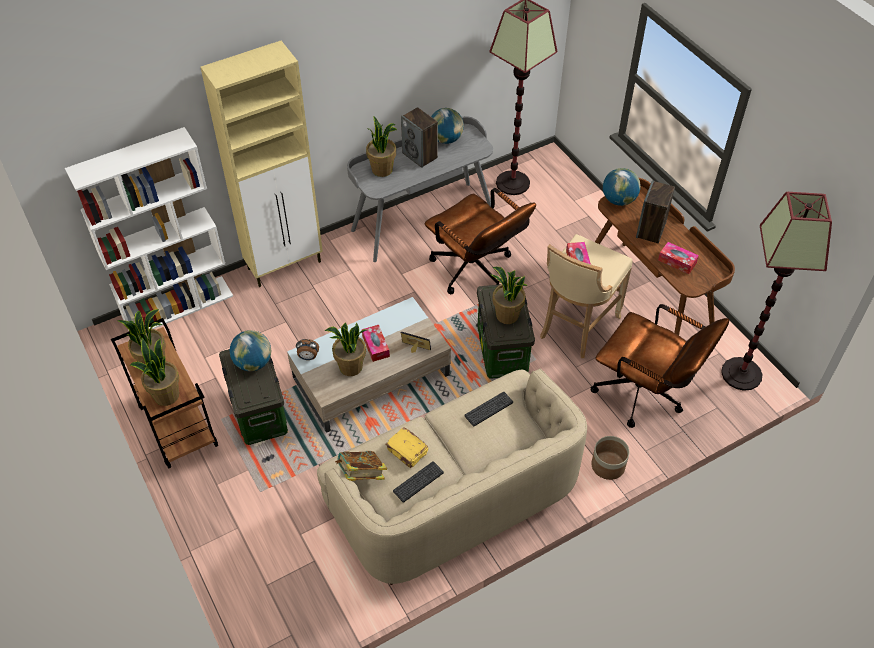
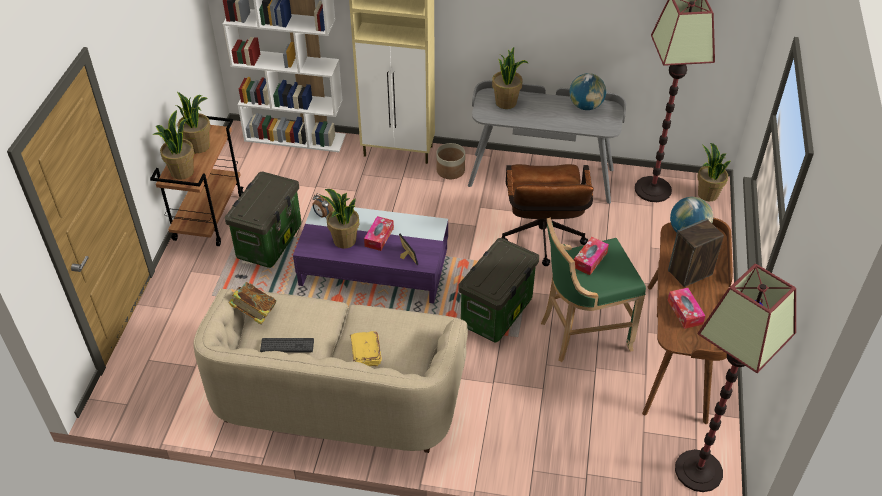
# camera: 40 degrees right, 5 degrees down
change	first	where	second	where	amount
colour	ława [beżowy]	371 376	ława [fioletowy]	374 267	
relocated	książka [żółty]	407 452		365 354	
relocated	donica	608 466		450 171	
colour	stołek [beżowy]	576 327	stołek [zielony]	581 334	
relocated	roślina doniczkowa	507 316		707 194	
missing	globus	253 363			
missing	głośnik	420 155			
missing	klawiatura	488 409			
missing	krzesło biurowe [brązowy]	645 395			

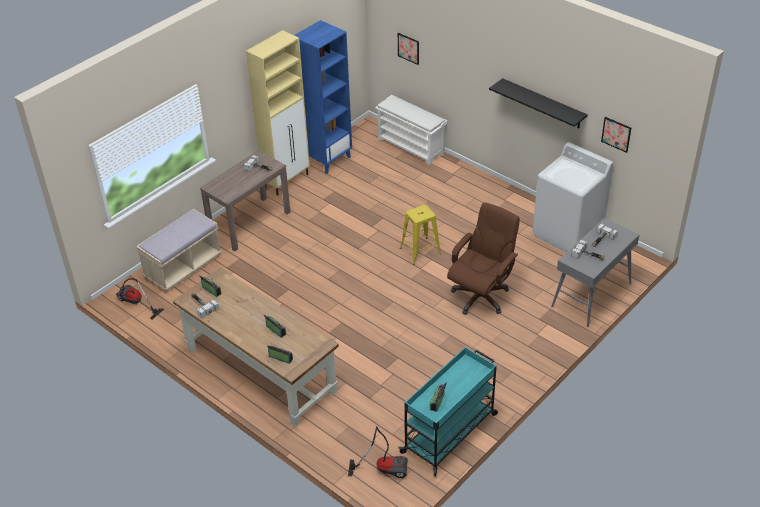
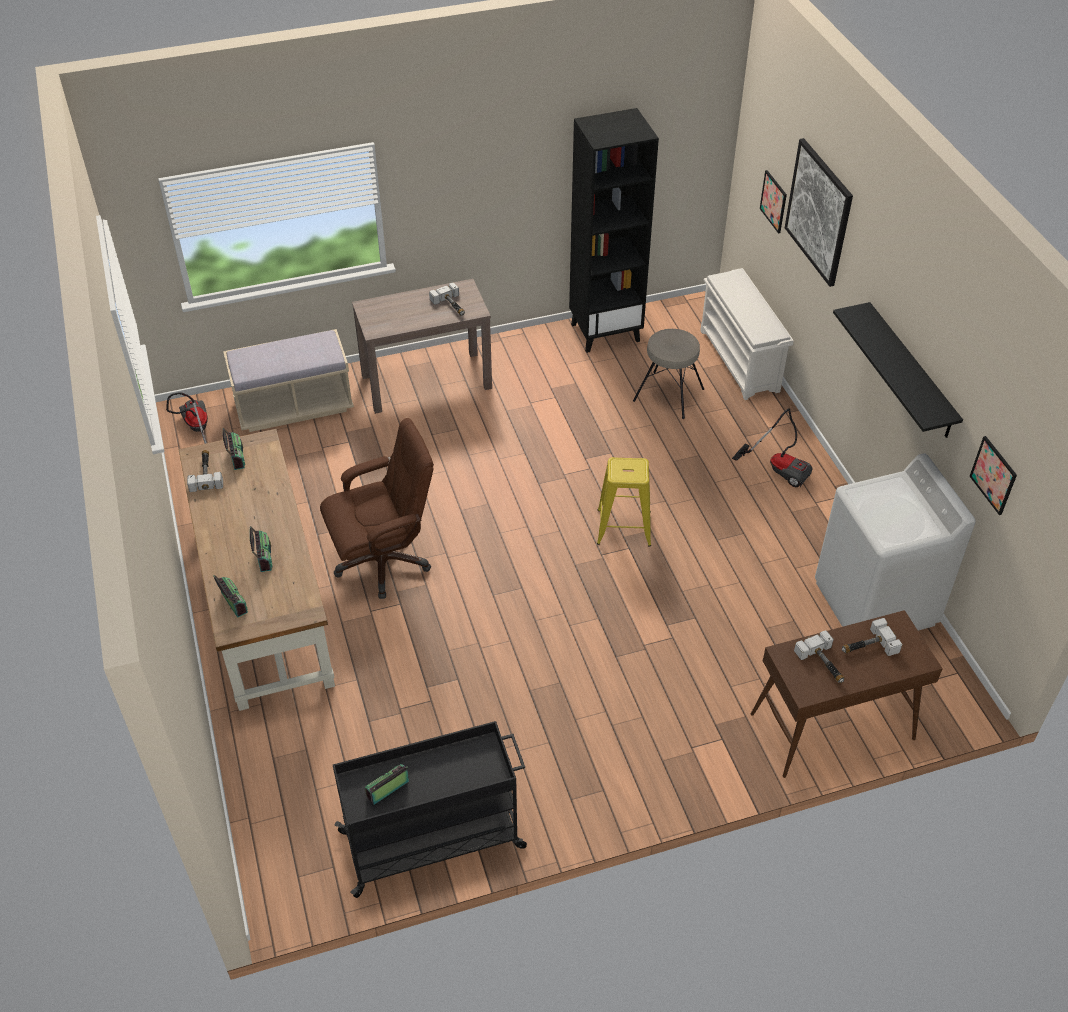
# camera: 30 degrees right, 5 degrees up
change	first	where	second	where	amount
relocated	krzesło biurowe [brązowy]	480 296		384 561	
colour	wózek [turkusowy]	450 432	wózek [czarny]	434 839	
colour	regał [niebieski]	328 159	regał [czarny]	605 332	
appeared			stołek [beżowy]	668 394	
relocated	odkurzacz	383 468		779 468	
colour	stolik konsolowy [szary]	591 295	stolik konsolowy [brązowy]	831 727	
appeared			obraz	819 212	
missing	szafka [beżowy]	287 181			

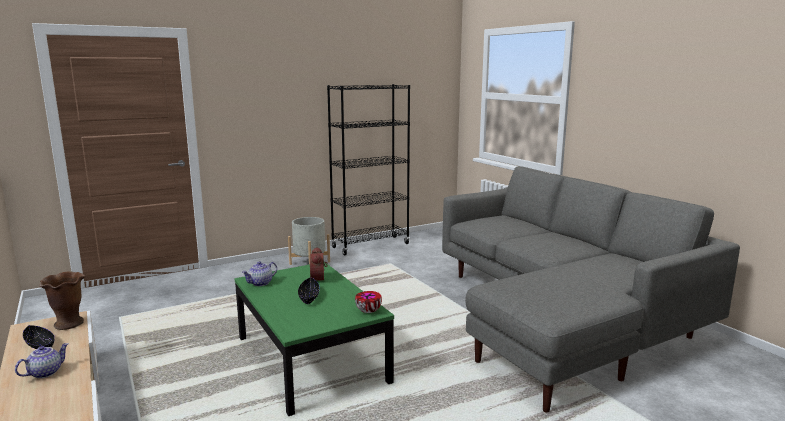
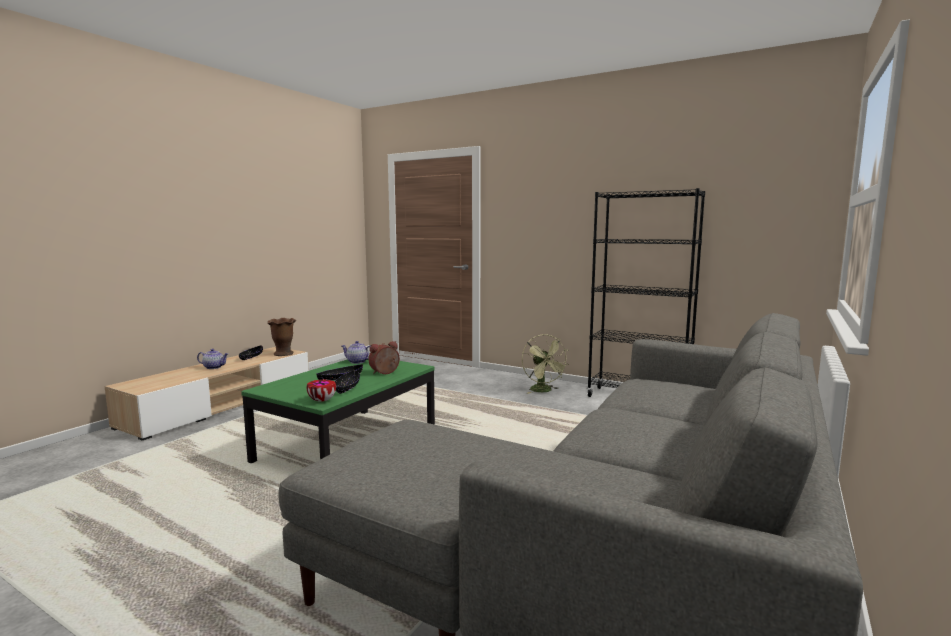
# camera: 60 degrees right, 5 degrees down
change	first	where	second	where	amount
appeared			miska [czarny]	347 388	
exchanged	donica [szary]	309 263	wentylator [zielony]	544 391	

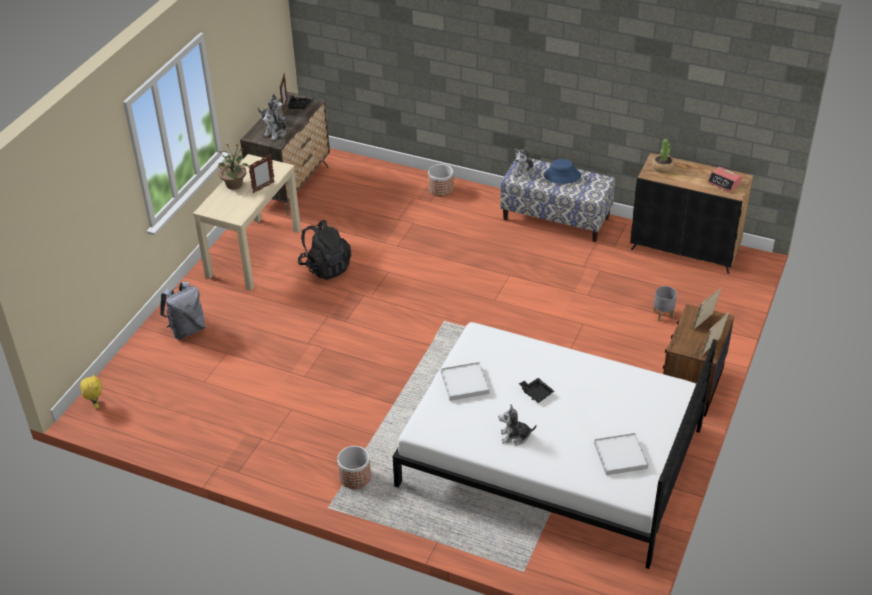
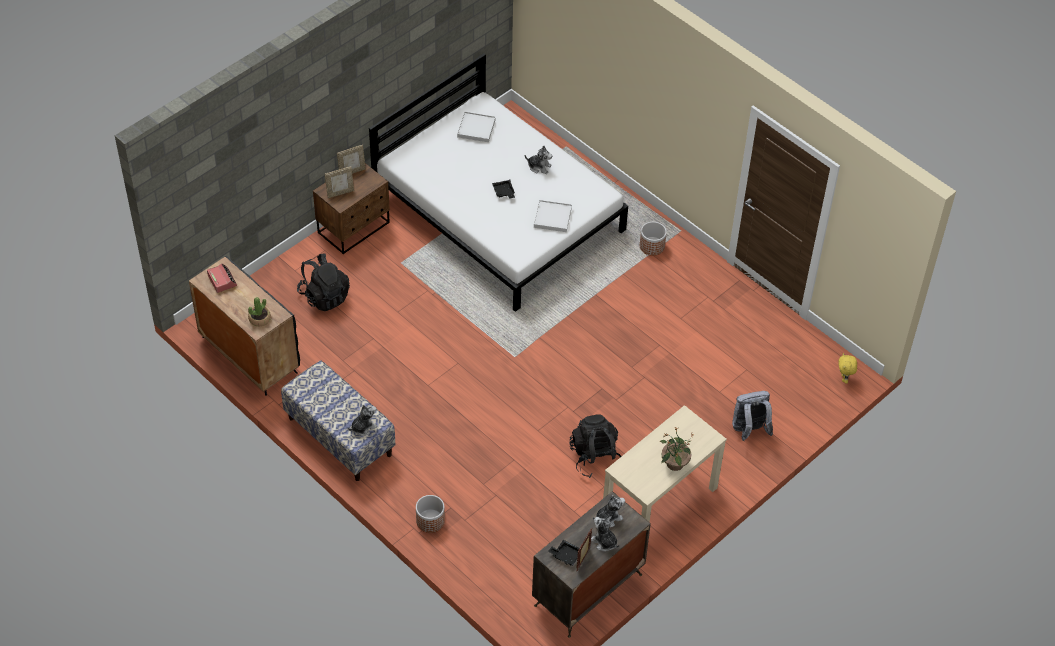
# camera: 160 degrees left, 10 degrees up
change	first	where	second	where	amount
exchanged	donica [szary]	663 315	plecak [czarny]	324 296	
missing	ramka na zdjęcie	263 188			
missing	kapelusz [niebieski]	562 175			

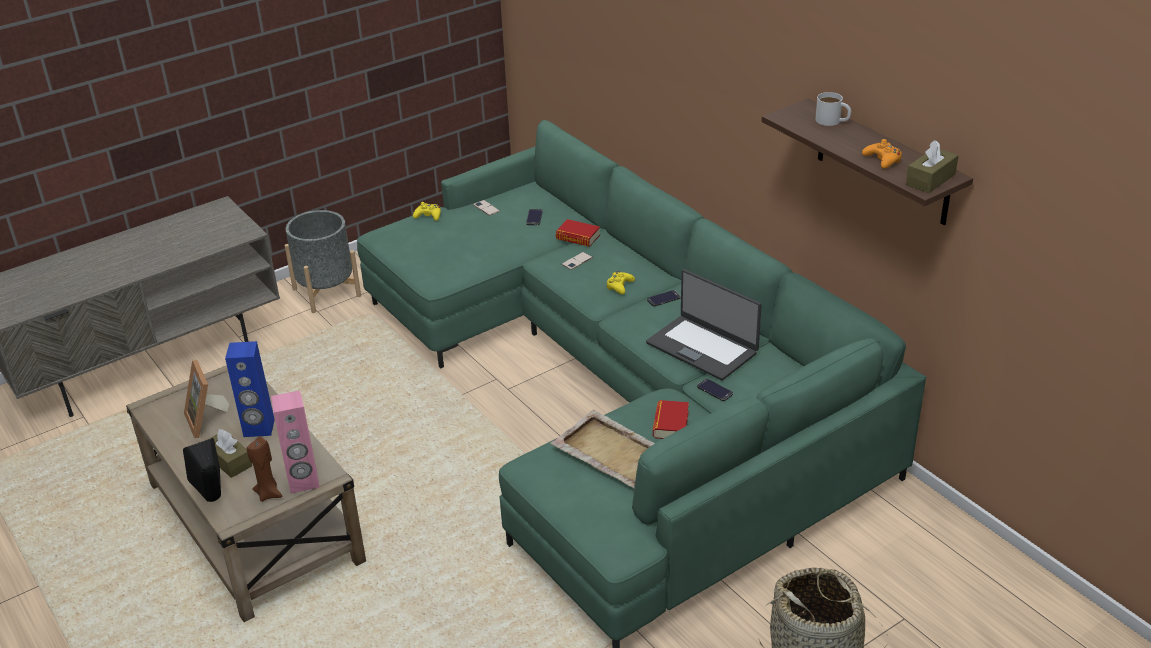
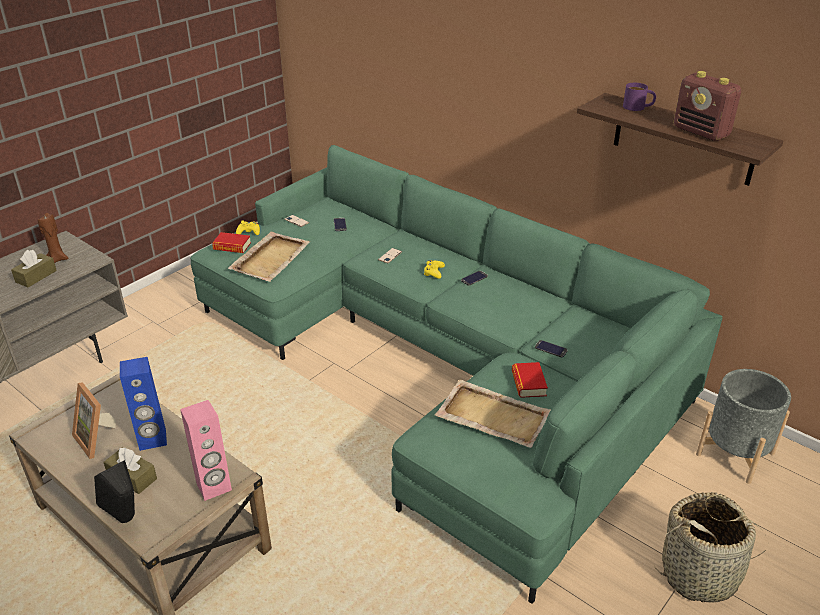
# camera: 15 degrees left, 0 degrees up
change	first	where	second	where	amount
relocated	pudełko chusteczek [brązowy]	930 179		36 276	
relocated	świeca [brązowy]	268 493		58 259	
relocated	książka	578 237		232 246	
appeared			taca [beżowy]	271 258	
colour	kubek [biały]	832 121	kubek [fioletowy]	638 107	
exchanged	pad do gier [pomarańczowy]	882 160	radio	701 132	
relocated	donica [szary]	326 292		735 454	
missing	laptop	702 347			

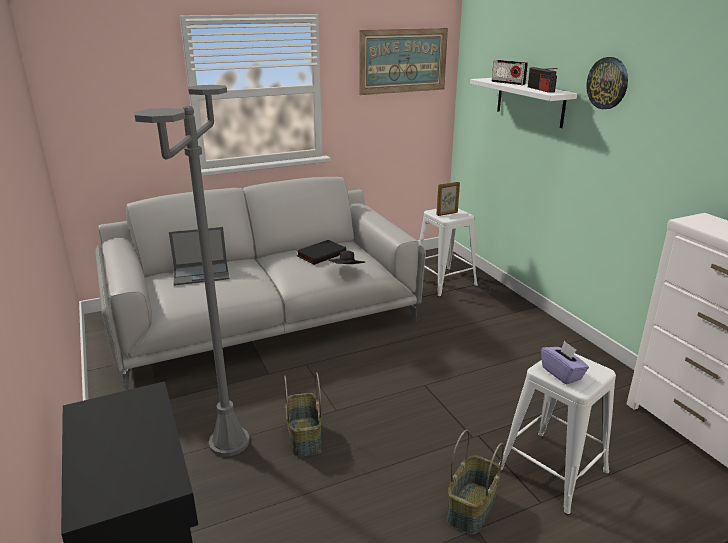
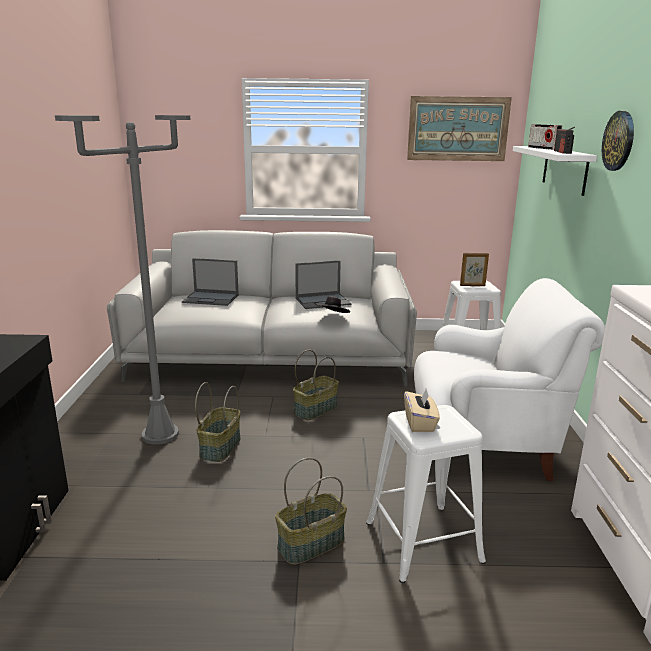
# camera: 25 degrees right, 5 degrees down
change	first	where	second	where	amount
appeared			koszyk	315 409	
exchanged	książka [czarny]	321 254	laptop	323 301	
colour	pudełko chusteczek [fioletowy]	562 373	pudełko chusteczek [beżowy]	420 423	
appeared			fotel [biały]	486 446	

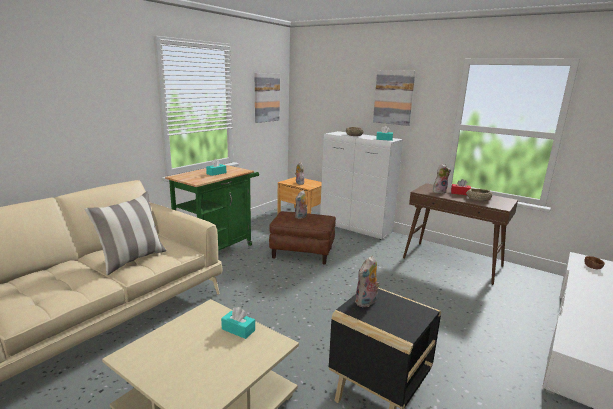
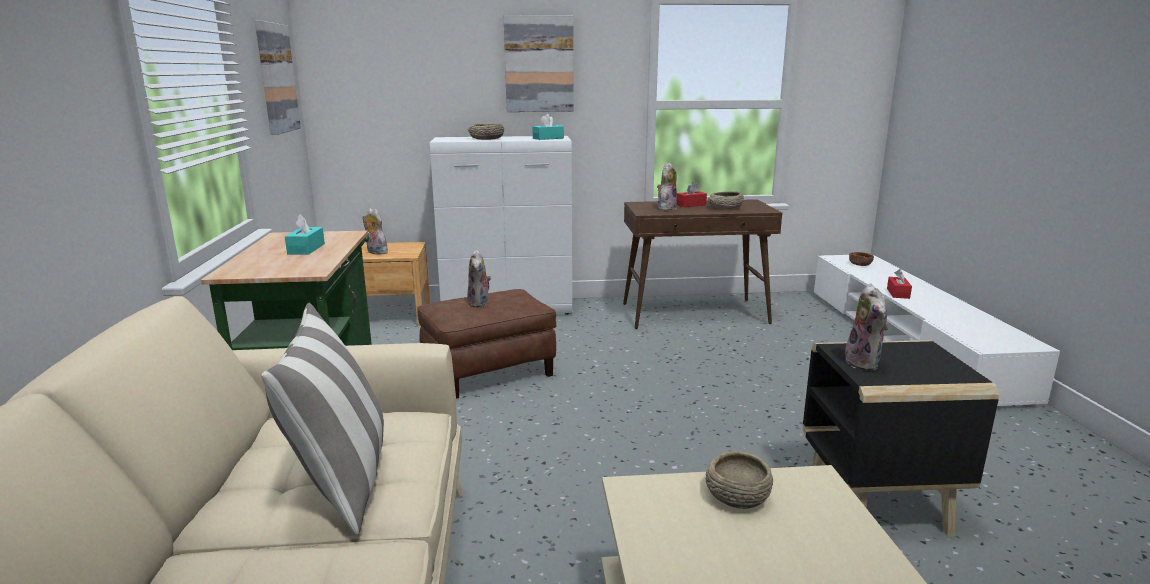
# camera: 40 degrees left, 0 degrees up
change	first	where	second	where	amount
exchanged	pudełko chusteczek [turkusowy]	238 330	miska [beżowy]	737 494	
appeared			pudełko chusteczek [czerwony]	898 293	

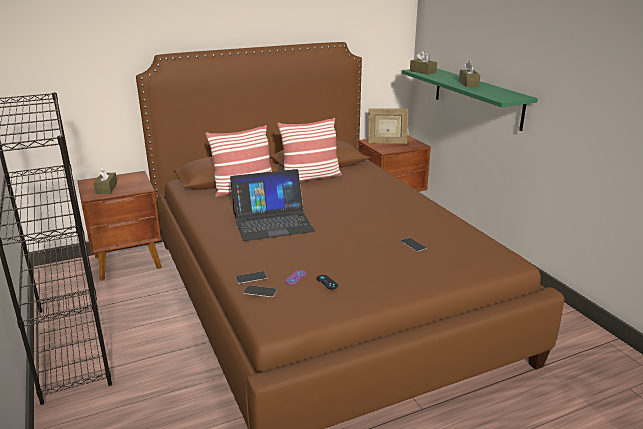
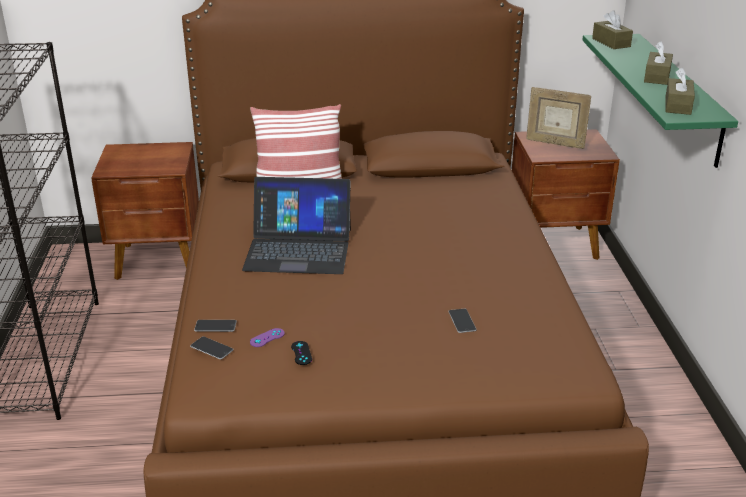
# camera: 20 degrees right, 5 degrees up
change	first	where	second	where	amount
relocated	pudełko chusteczek [brązowy]	106 188		678 105	
missing	poduszka	311 178			

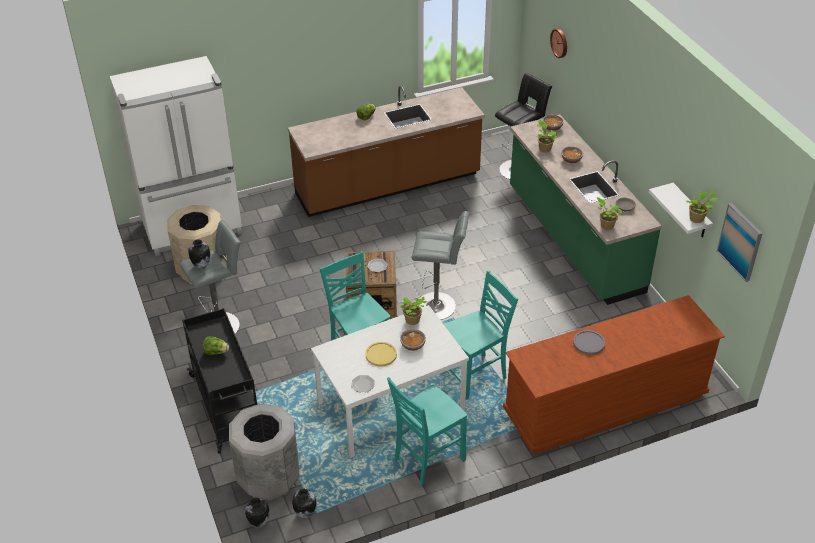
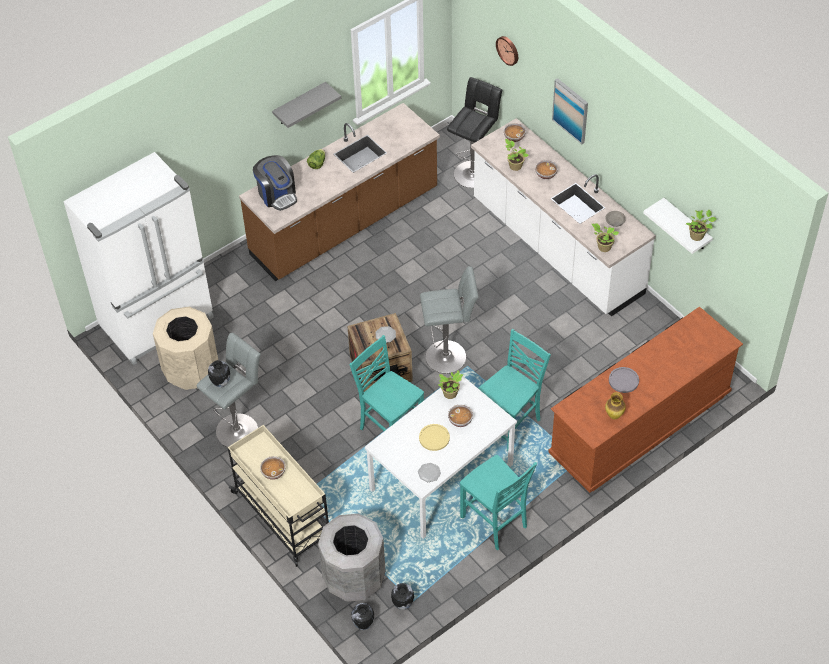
# camera: 15 degrees left, 10 degrees up
change	first	where	second	where	amount
colour	wózek [czarny]	227 407	wózek [beżowy]	284 517	
appeared			ekspres do kawy	277 194	
exchanged	sałata	216 352	miska	273 472	
appeared			półka [szary]	299 104	
spun	krzesło [turkusowy]	427 459		495 522	75 degrees counterclockwise
colour	zabudowa kuchenna [zielony]	573 239	zabudowa kuchenna [biały]	556 247	
relocated	obraz	740 241		571 110	
appeared			wazon	613 416	

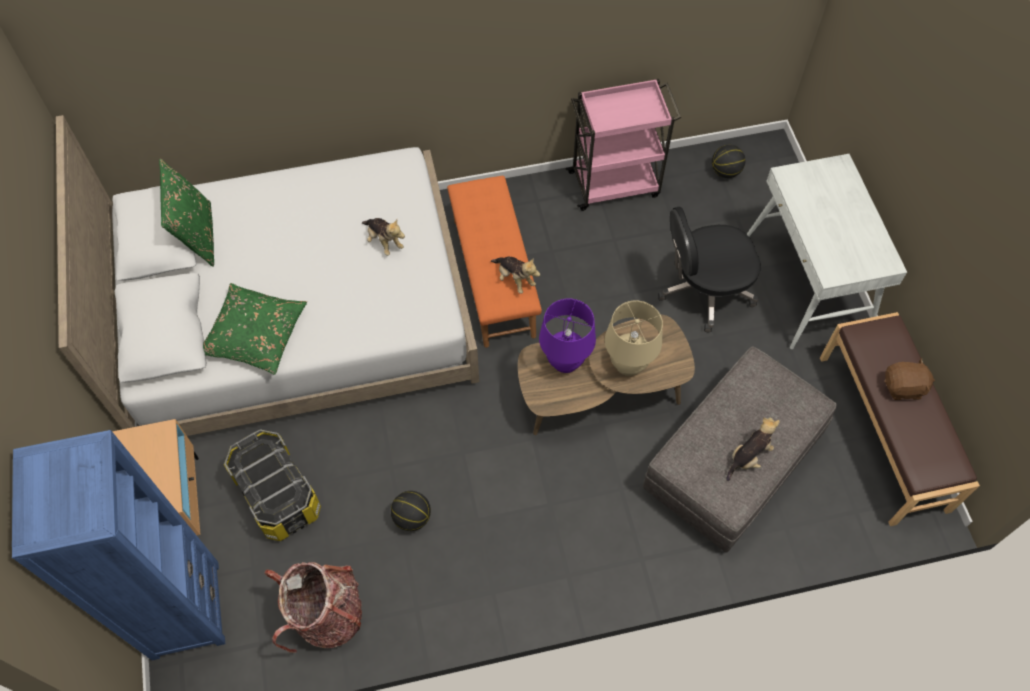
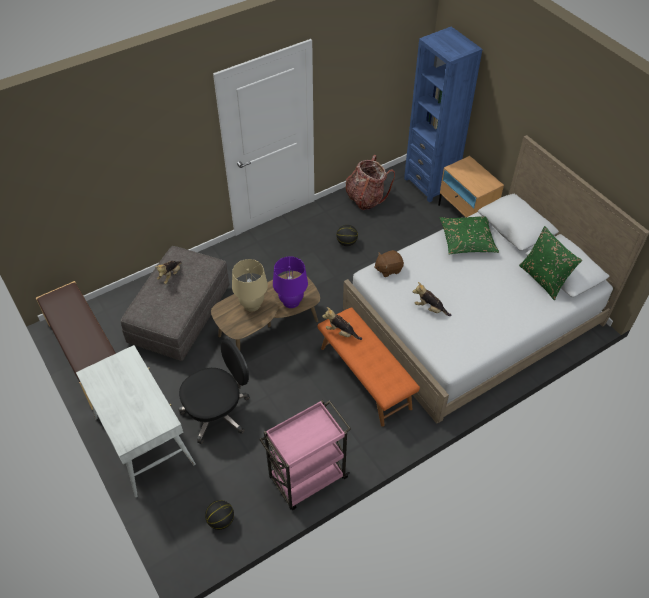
# camera: 160 degrees right, 10 degrees down
change	first	where	second	where	amount
relocated	pluszak [brązowy]	903 387		388 269	
missing	pojemnik do przechowywania	277 494			

